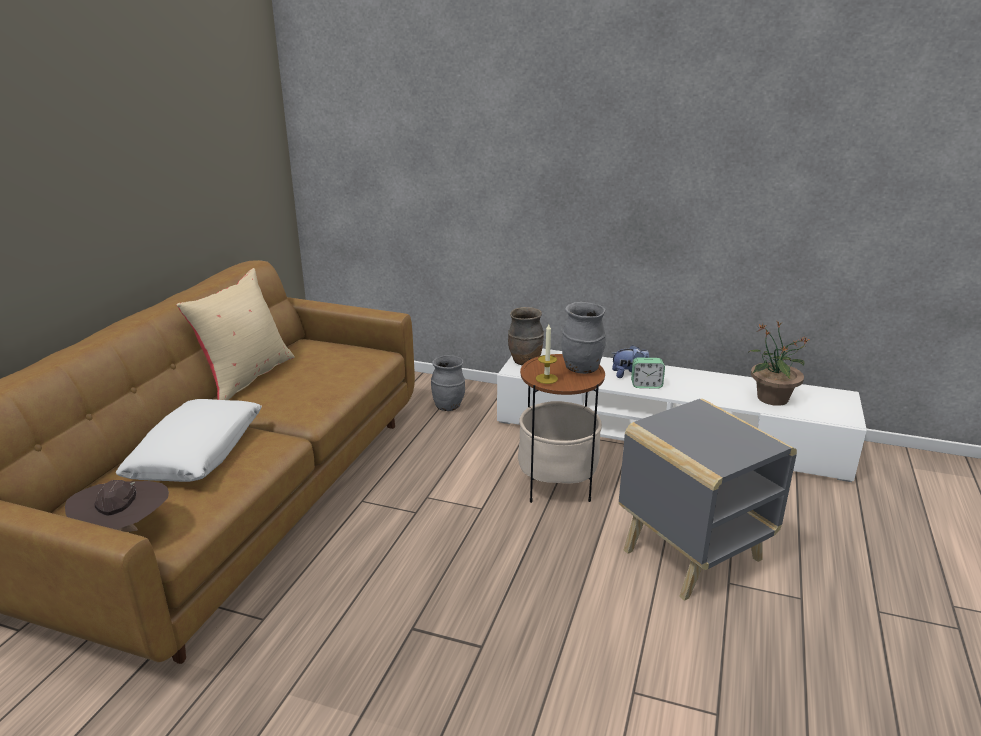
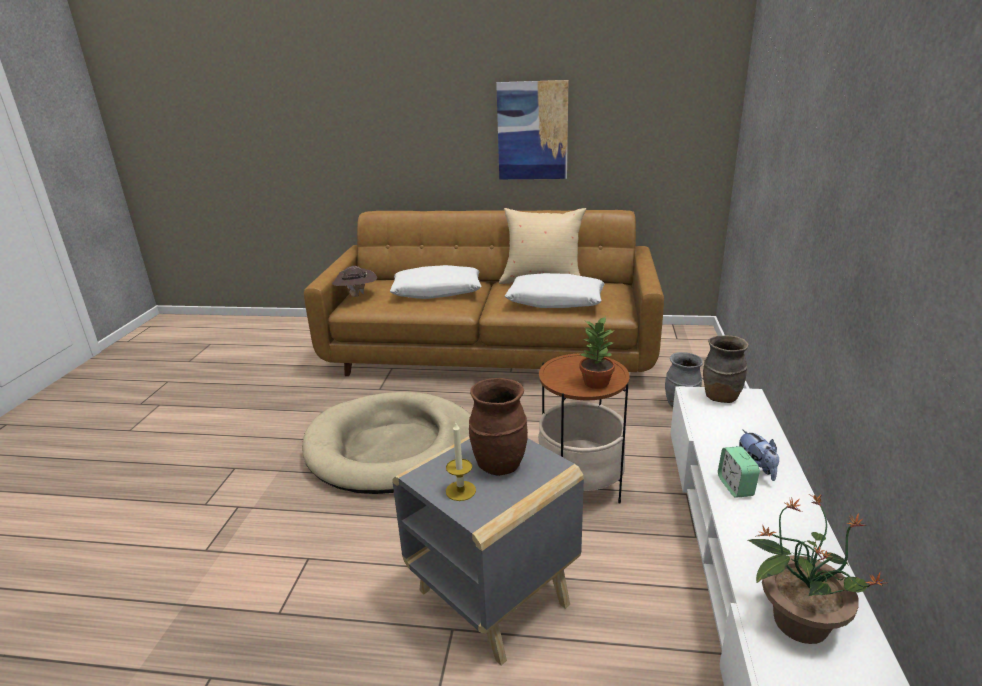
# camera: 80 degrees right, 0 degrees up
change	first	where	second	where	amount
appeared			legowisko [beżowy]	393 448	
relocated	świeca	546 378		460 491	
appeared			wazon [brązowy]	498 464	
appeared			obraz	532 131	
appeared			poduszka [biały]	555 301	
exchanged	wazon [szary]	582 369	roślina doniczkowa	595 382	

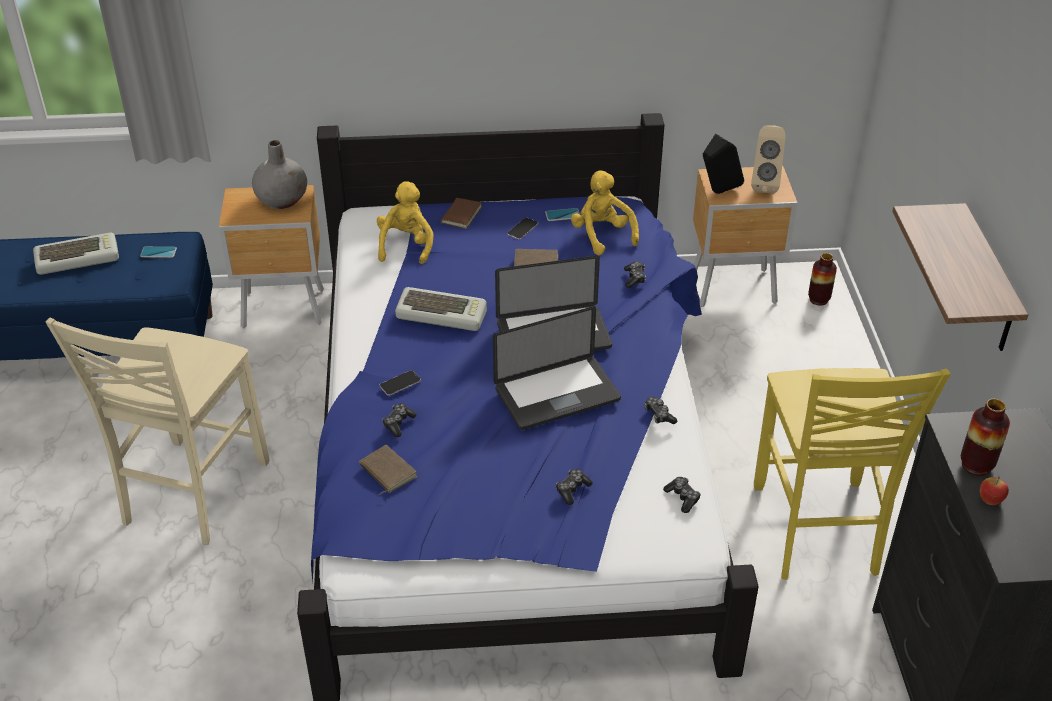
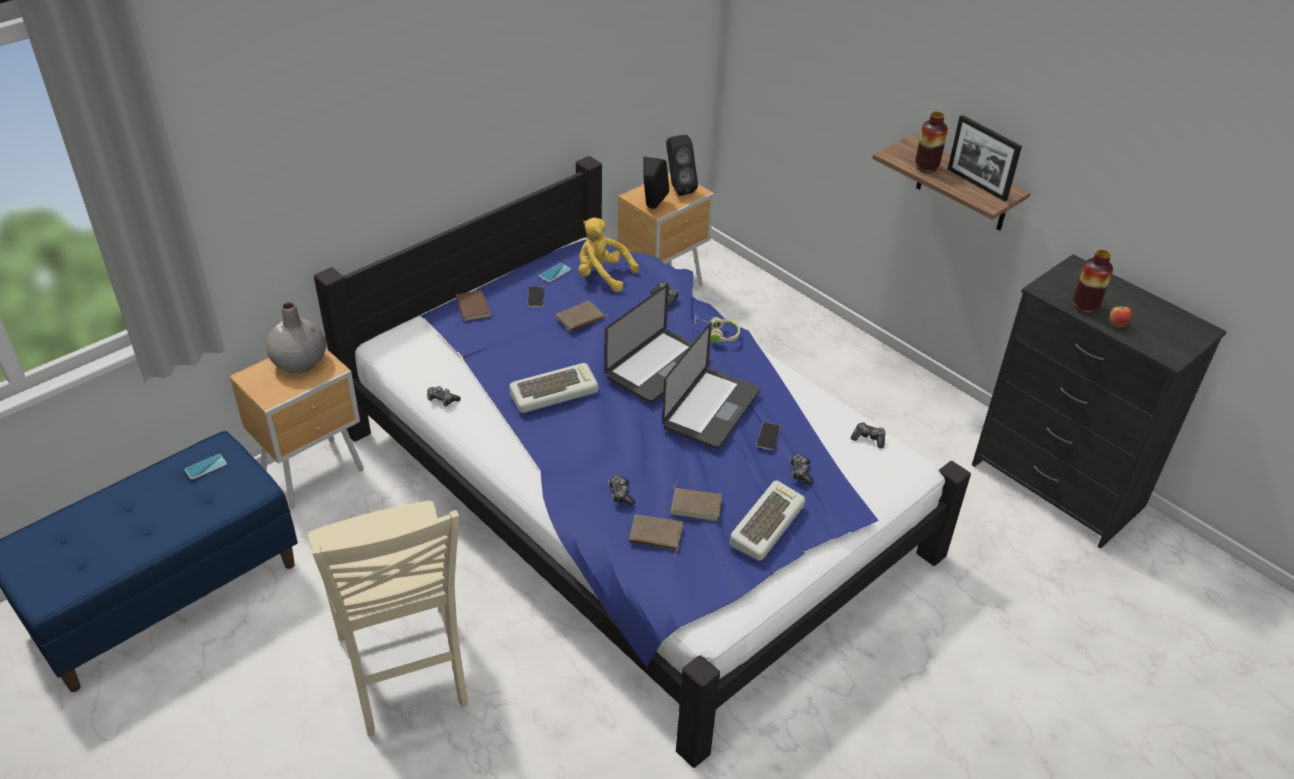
# camera: 40 degrees left, 0 degrees up
change	first	where	second	where	amount
relocated	pad do gier	659 415		442 400	
colour	głośnik [beżowy]	765 184	głośnik [czarny]	677 188	
appeared			książka [brązowy]	696 505	
appeared			słuchawki [beżowy]	716 333	
relocated	klawiatura	78 258		765 524	
relocated	telefon	400 383		768 436	
relocated	wazon	818 299		926 167	
appeared			ramka na zdjęcie	976 184	
missing	pluszak [żółty]	406 246			
missing	krzesło [żółty]	816 531			

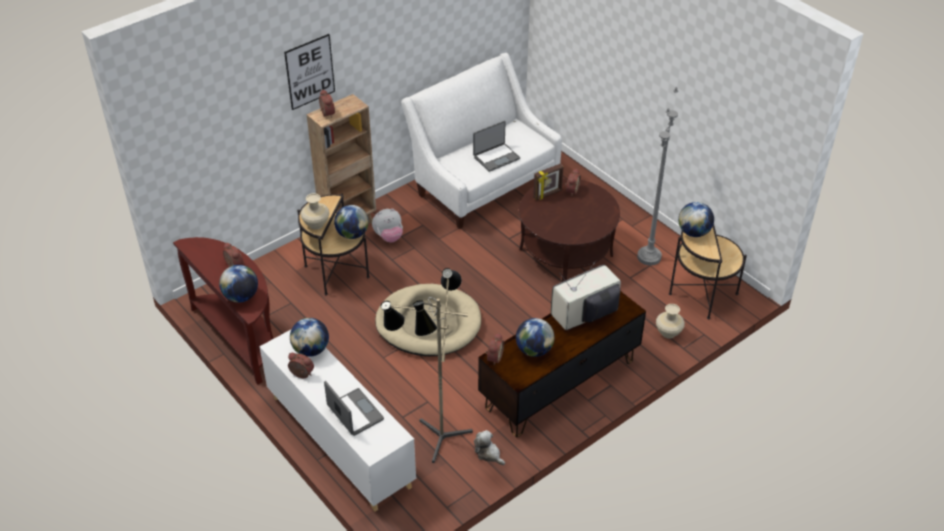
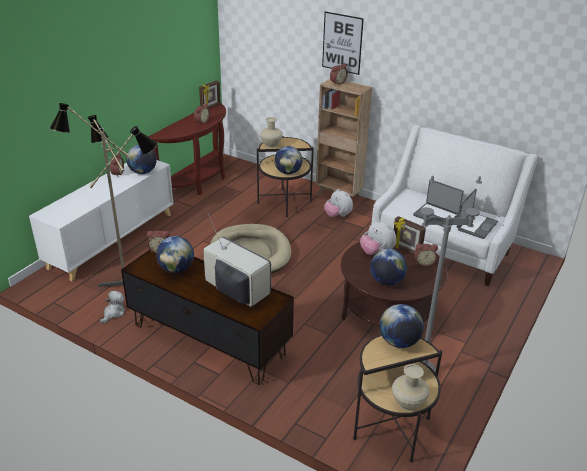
# camera: 70 degrees right, 10 degrees down
change	first	where	second	where	amount
appeared			ramka na zdjęcie	210 107	
appeared			pluszak	376 252	
relocated	globus	241 297		386 281	
relocated	wazon [beżowy]	668 333		408 403	
relocated	laptop	354 413		476 226	

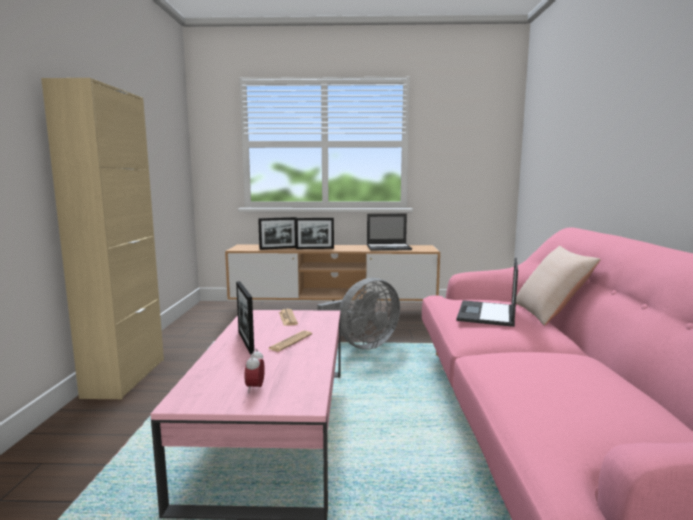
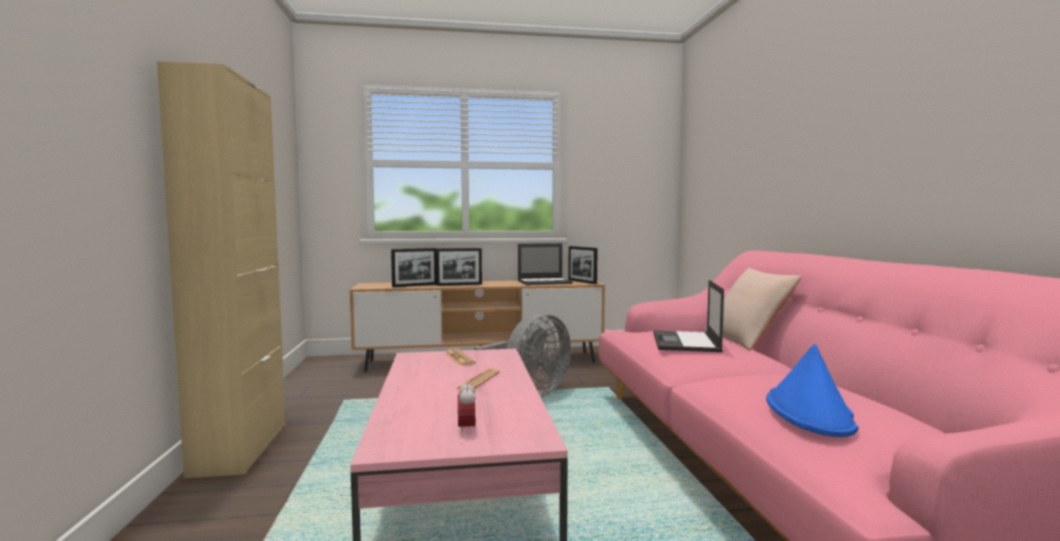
# camera: 10 degrees left, 5 degrees down
change	first	where	second	where	amount
relocated	ramka na zdjęcie	245 342		582 282	
appeared			kapelusz [niebieski]	809 412	

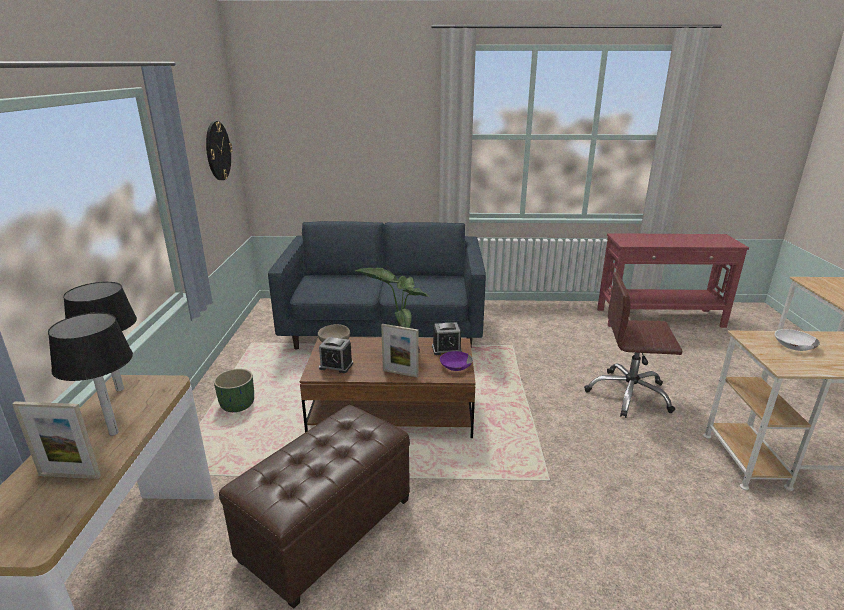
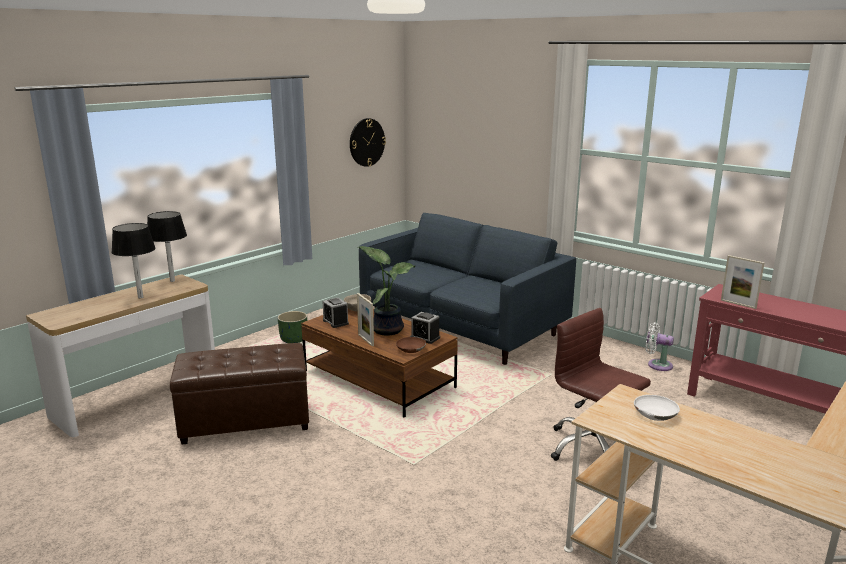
# camera: 40 degrees right, 5 degrees down
change	first	where	second	where	amount
colour	miska [fioletowy]	455 366	miska [brązowy]	410 349	
appeared			wentylator [biały]	657 365	
relocated	ramka na zdjęcie	69 475		738 304	

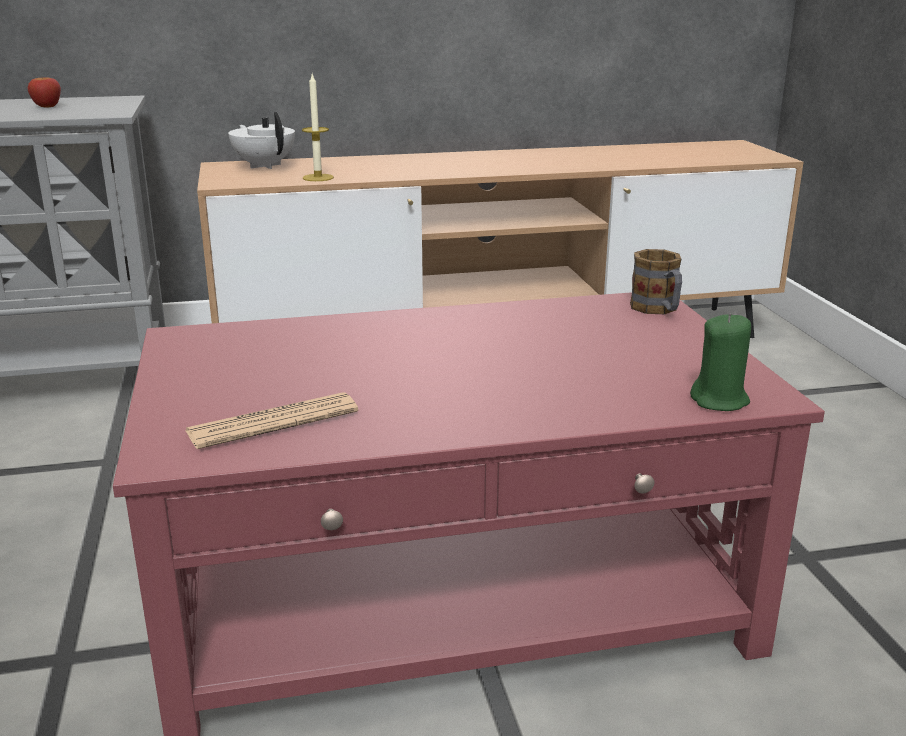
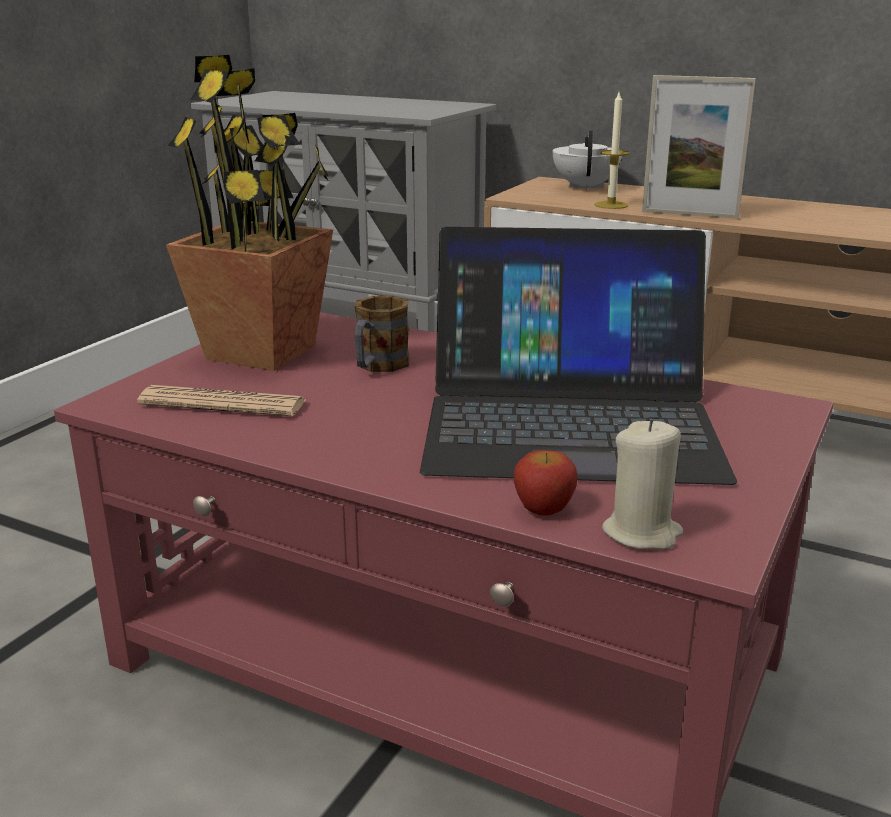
# camera: 40 degrees right, 0 degrees up
change	first	where	second	where	amount
appeared			roślina doniczkowa	262 351	
relocated	kubek	658 310		377 366	
appeared			laptop	569 420	
relocated	jabłko	47 106		544 508	
colour	świeca [zielony]	719 401	świeca [beżowy]	642 533	
appeared			ramka na zdjęcie	689 214	

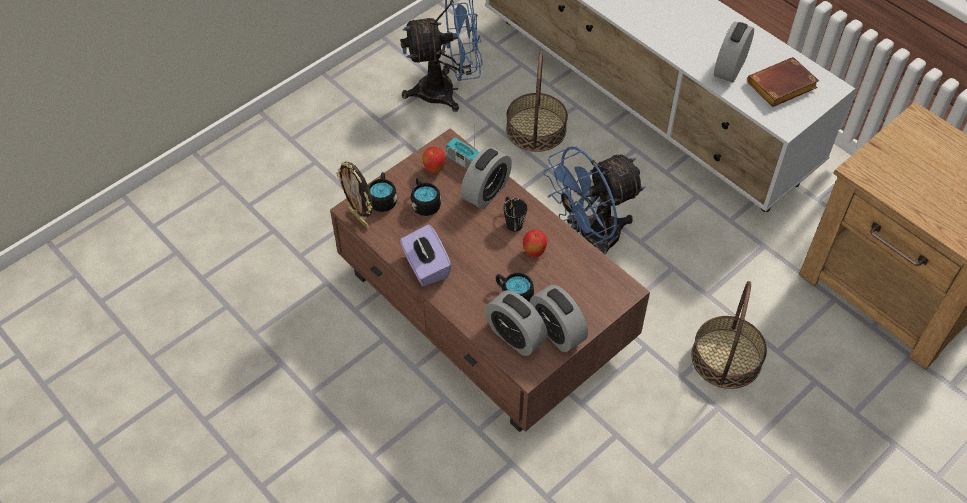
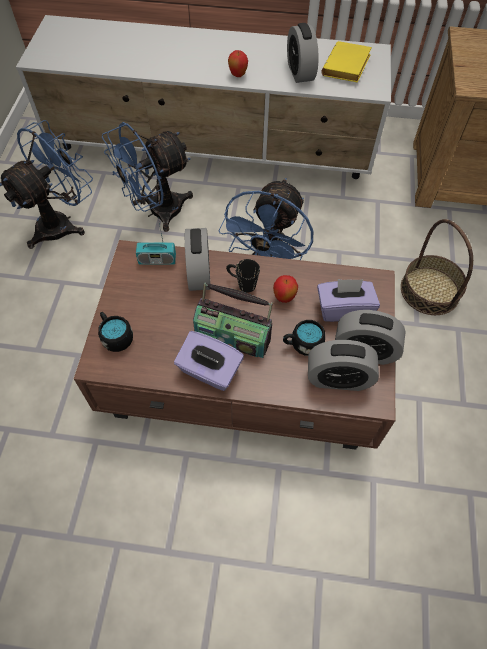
# camera: 40 degrees left, 5 degrees up
change	first	where	second	where	amount
exchanged	koszyk	536 129	wentylator [niebieski]	157 212	
appeared			radio	233 336	
relocated	jabłko	434 169		238 75	
appeared			pudełko chusteczek [fioletowy]	343 309	
colour	książka [brązowy]	781 88	książka [żółty]	347 68	
missing	ramka na zdjęcie	360 219			
missing	kubek [czarny]	424 203			

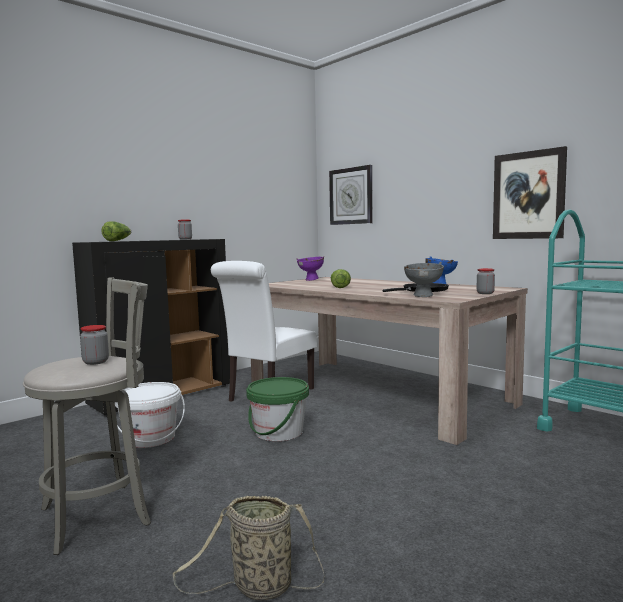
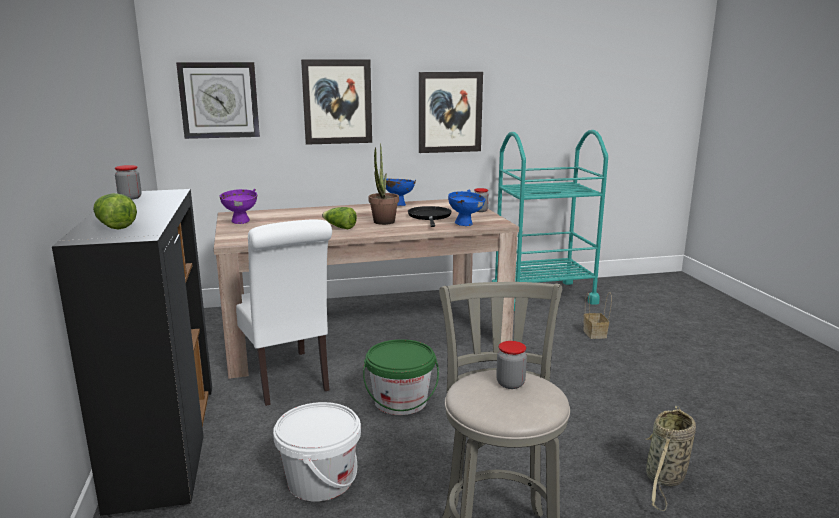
# camera: 60 degrees left, 10 degrees up
change	first	where	second	where	amount
appeared			obraz	337 102	
appeared			roślina doniczkowa	383 223	
colour	miska [szary]	424 296	miska [niebieski]	466 224	
appeared			koszyk	595 334	

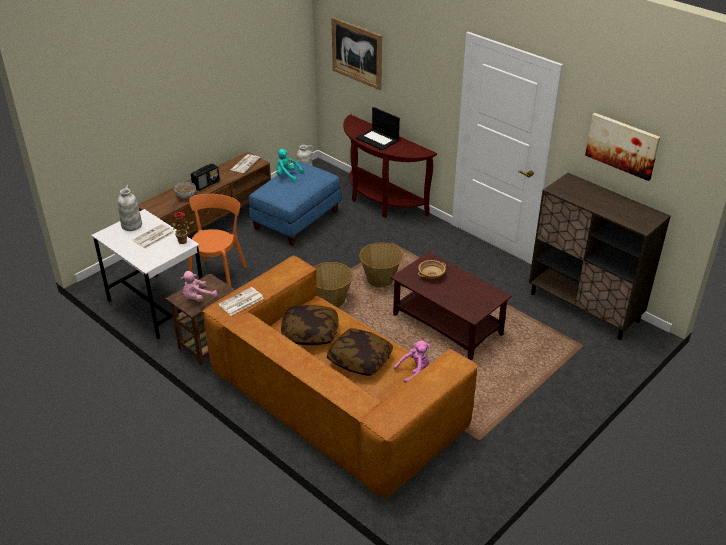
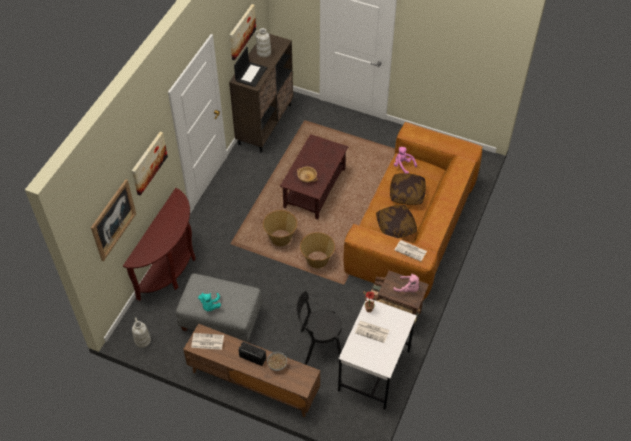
# camera: 110 degrees left, 15 degrees up
change	first	where	second	where	amount
appeared			obraz	148 162	
colour	pufa [niebieski]	296 219	pufa [szary]	221 320	
relocated	laptop	378 139		251 74	
relocated	wazon [biały]	131 225		263 52	
colour	krzesło [pomarańczowy]	218 274	krzesło [czarny]	318 345	

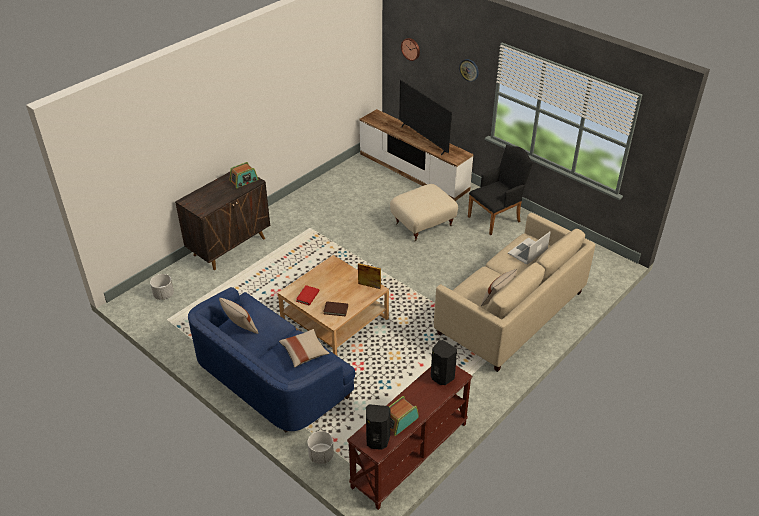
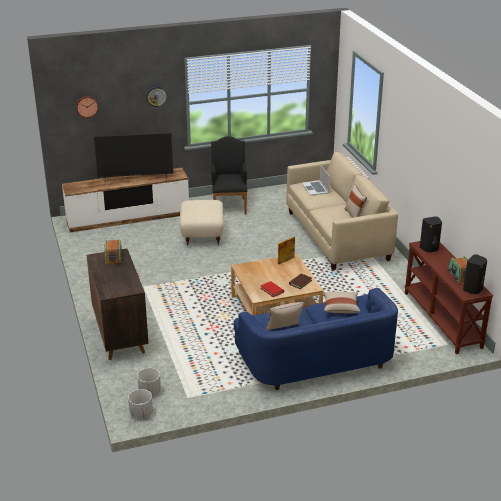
# camera: 60 degrees left, 10 degrees down
change	first	where	second	where	amount
relocated	donica [biały]	321 455		141 414	

